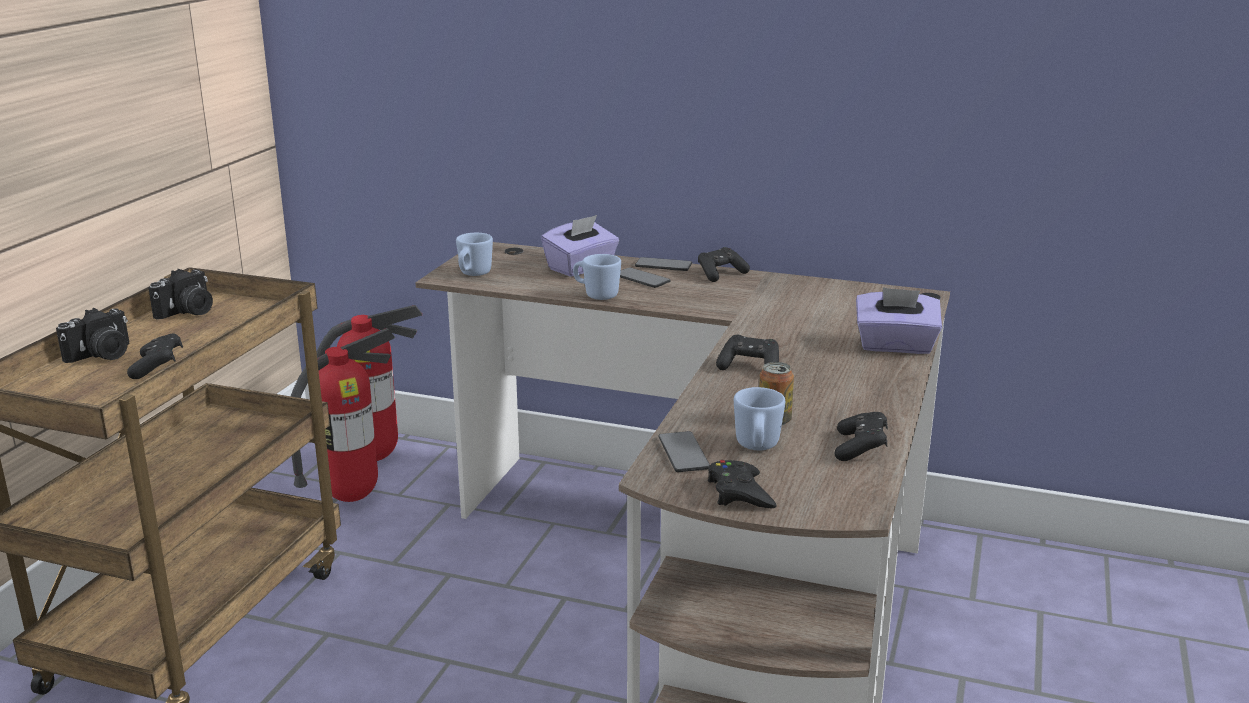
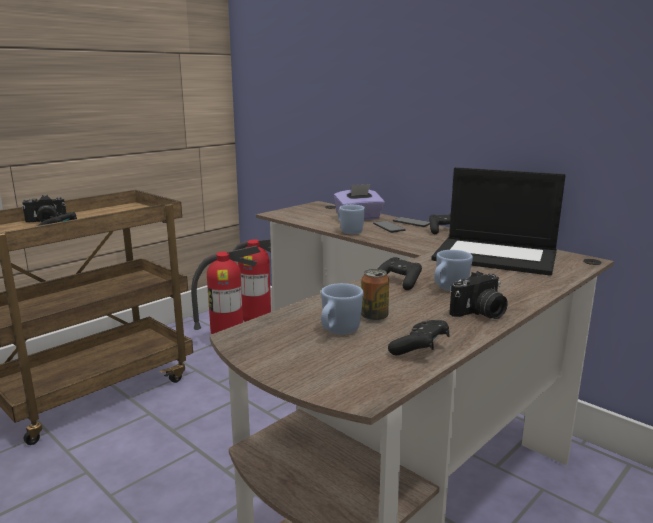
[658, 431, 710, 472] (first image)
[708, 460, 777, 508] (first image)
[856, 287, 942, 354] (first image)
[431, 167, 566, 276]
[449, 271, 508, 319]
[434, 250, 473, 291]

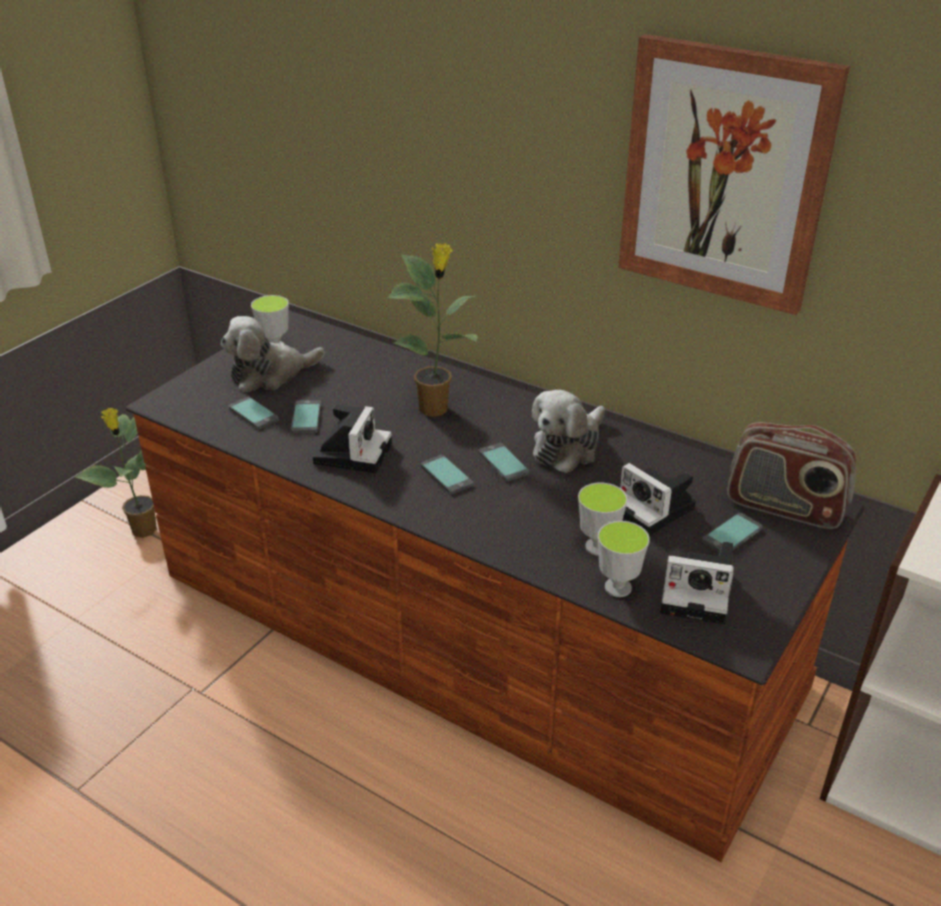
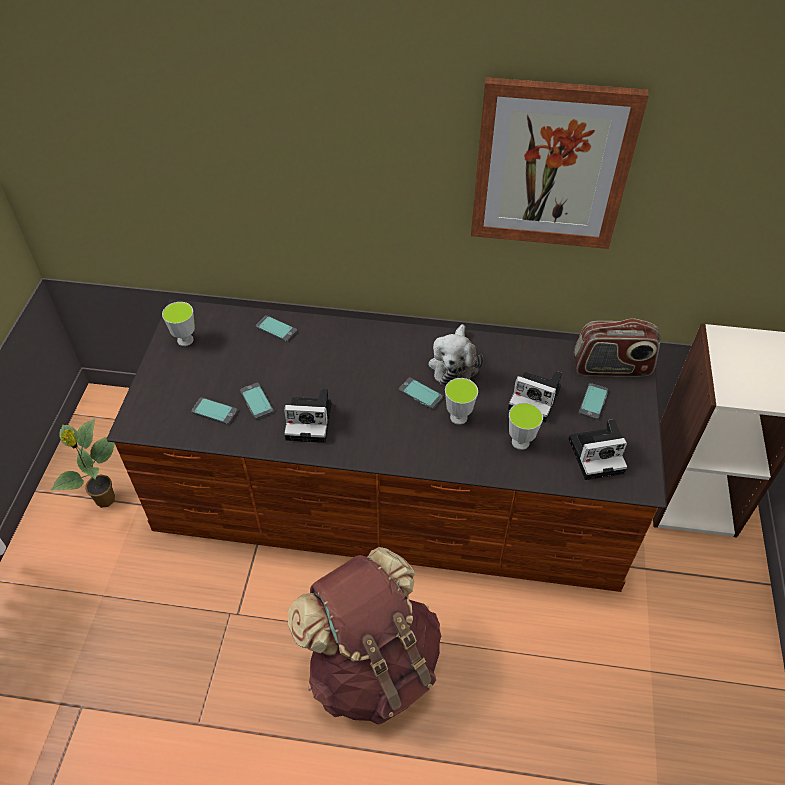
[221, 316, 325, 392] (first image)
[387, 243, 478, 417] (first image)
[288, 547, 441, 725]
[256, 315, 297, 342]
[445, 378, 478, 425]
[284, 389, 331, 443]

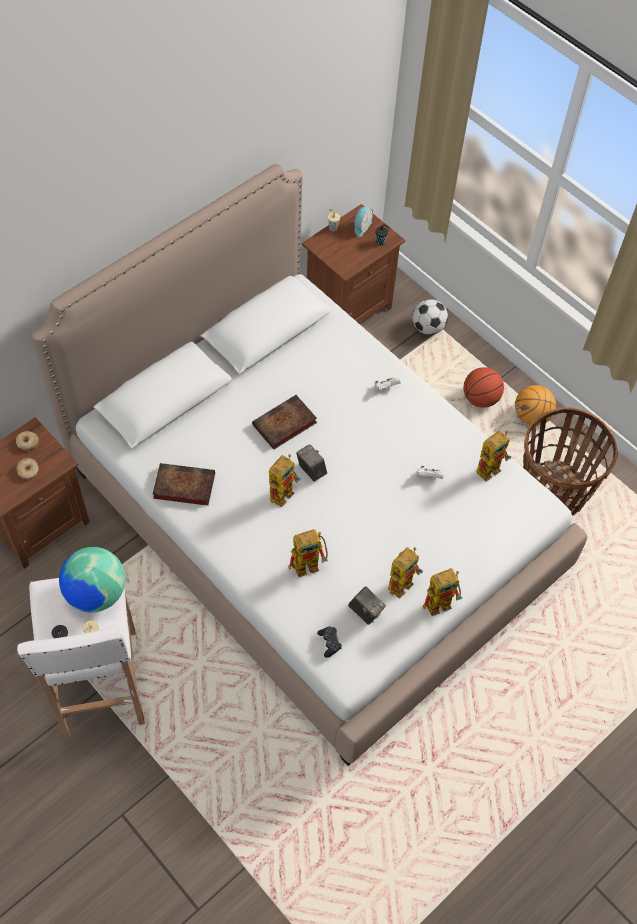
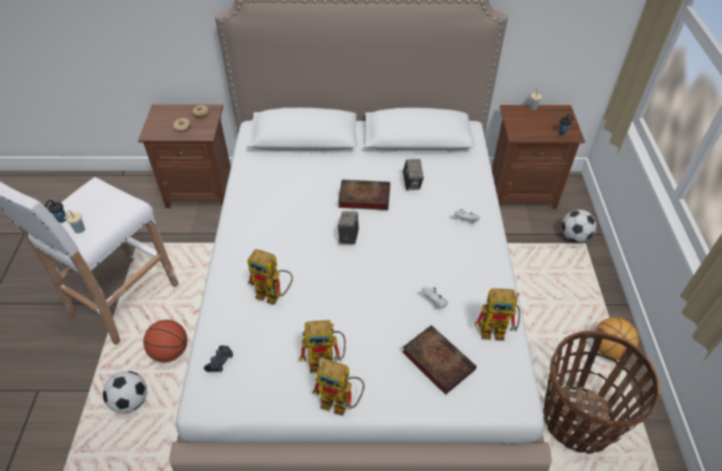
[59, 547, 125, 612] (first image)
[269, 454, 301, 507] (first image)
[354, 207, 373, 237] (first image)
[103, 371, 147, 413]
[402, 325, 476, 395]
[403, 159, 424, 190]
[143, 320, 187, 362]

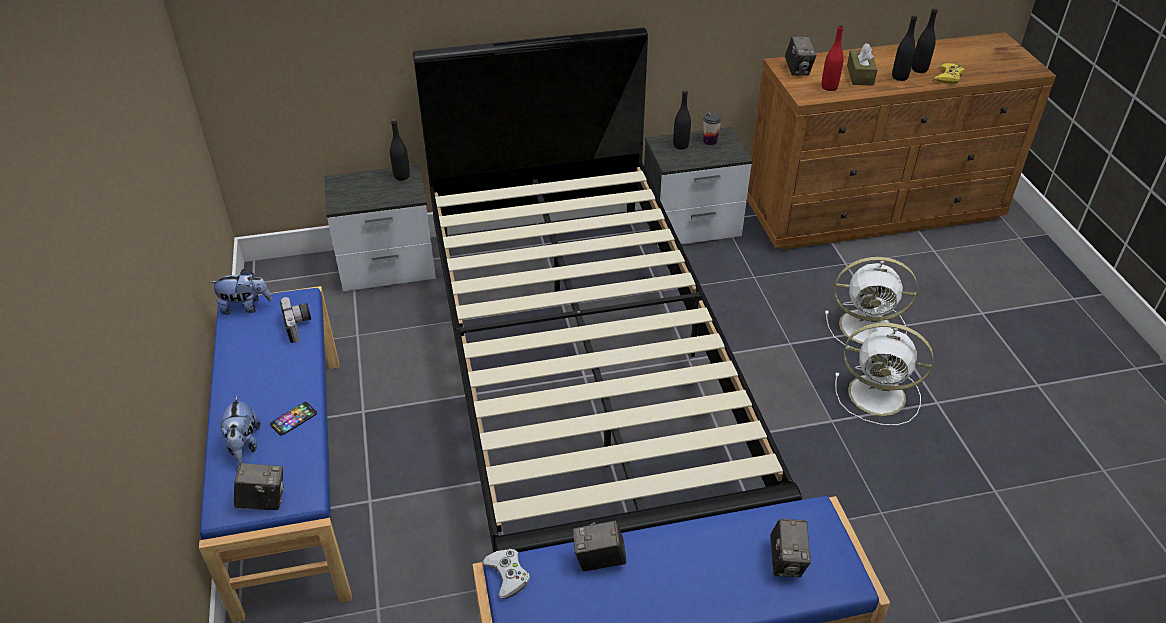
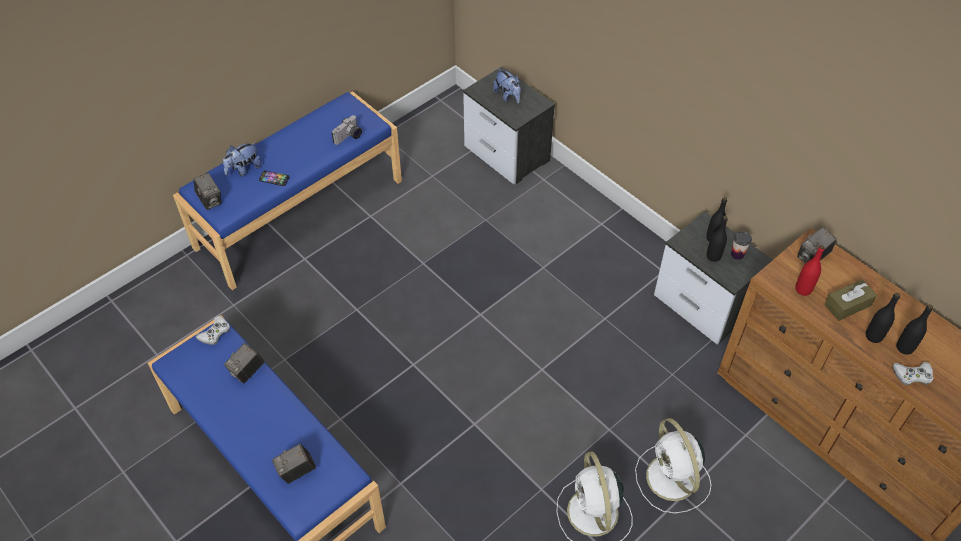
[413, 28, 802, 553] (first image)
[493, 68, 521, 104]
[707, 216, 728, 262]
[893, 362, 933, 385]
[224, 343, 265, 384]

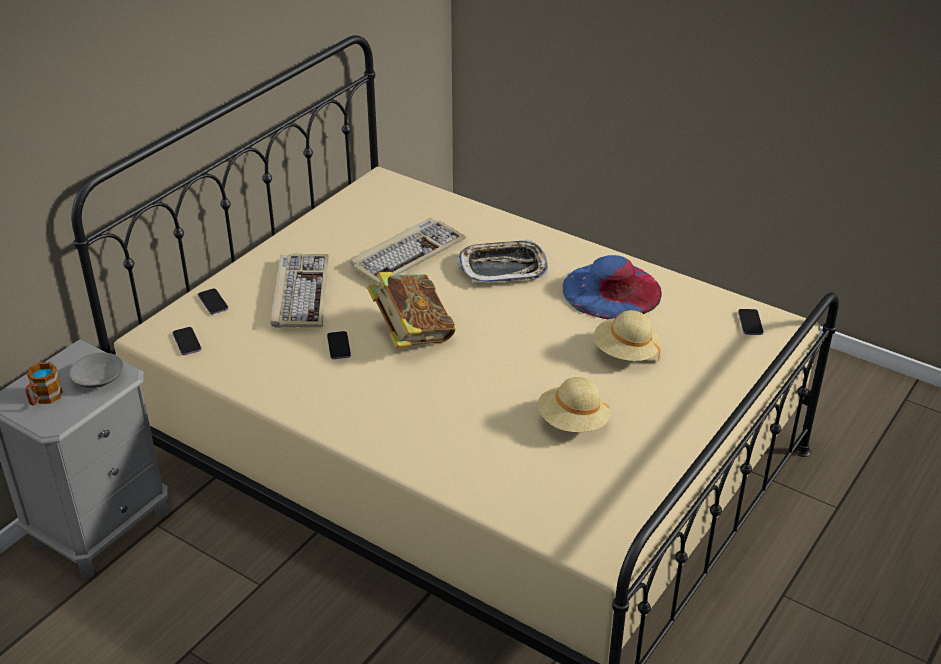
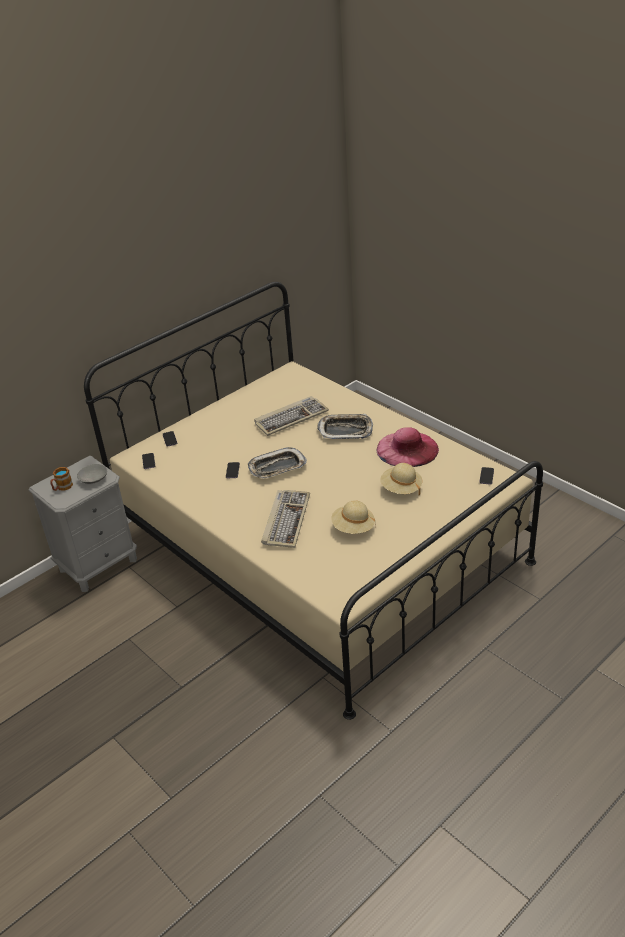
[261, 490, 310, 548]
[248, 447, 307, 479]
[377, 427, 439, 467]

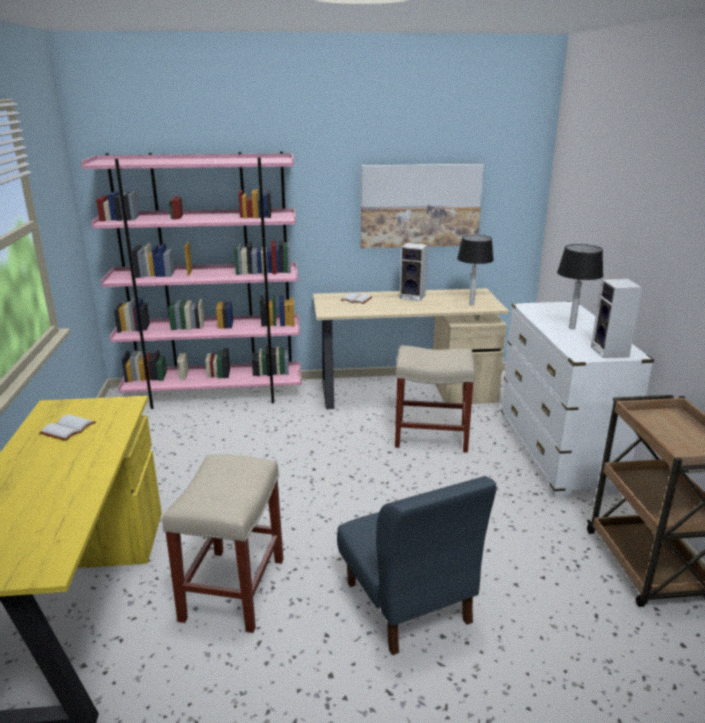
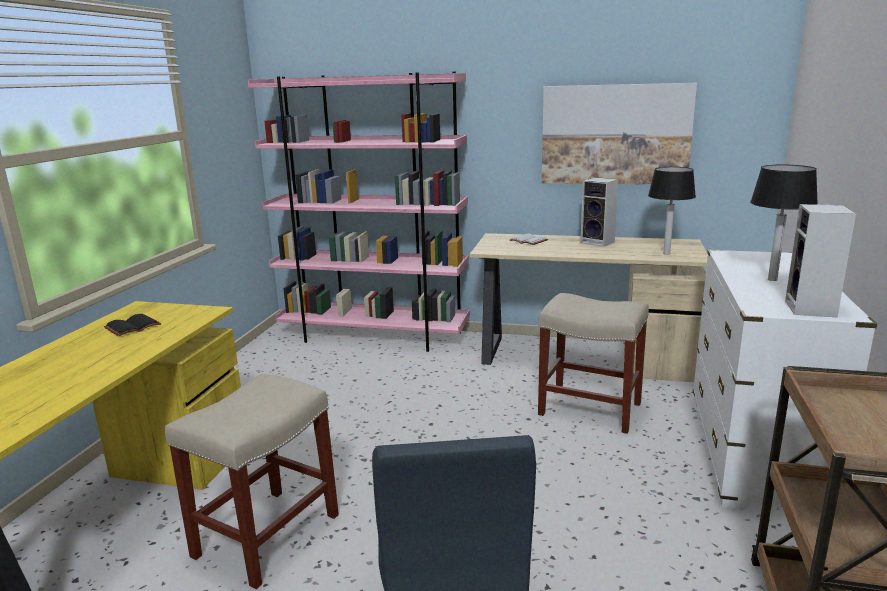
[104, 314, 161, 336]

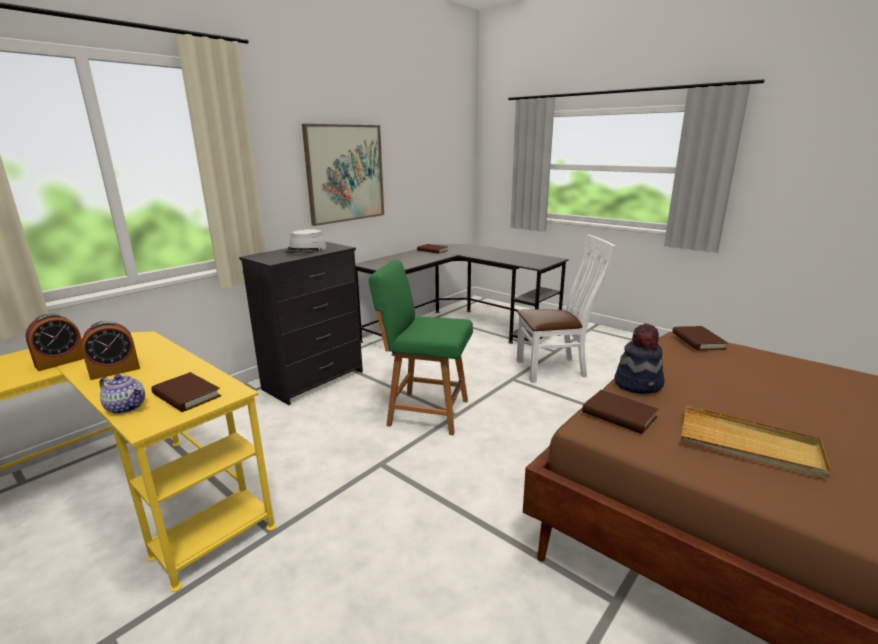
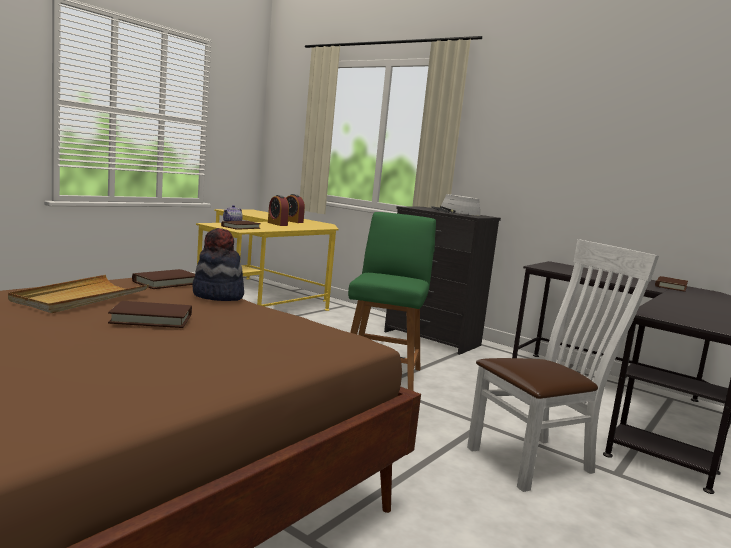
[302, 124, 384, 226] (first image)
[108, 301, 192, 328]
[467, 239, 659, 492]

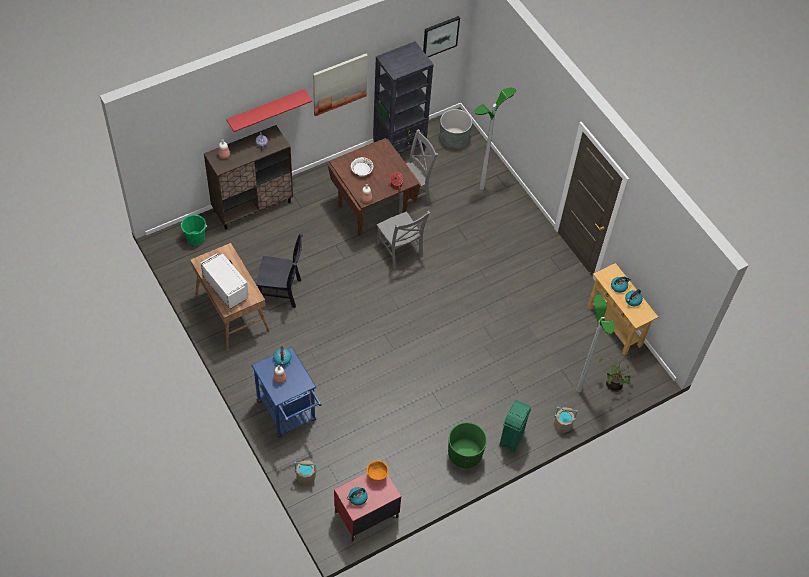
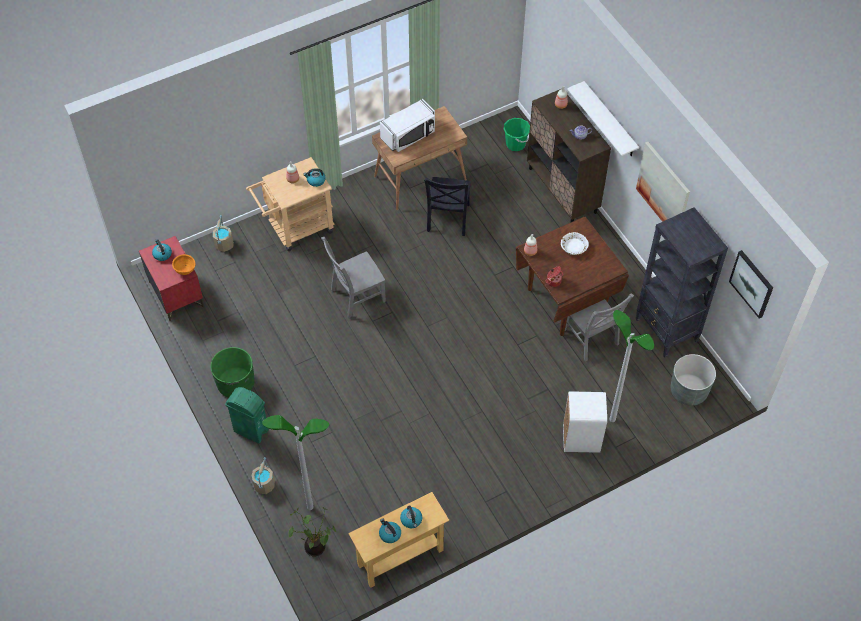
[563, 391, 607, 453]
[321, 237, 386, 319]
[567, 81, 639, 156]
[246, 157, 334, 251]

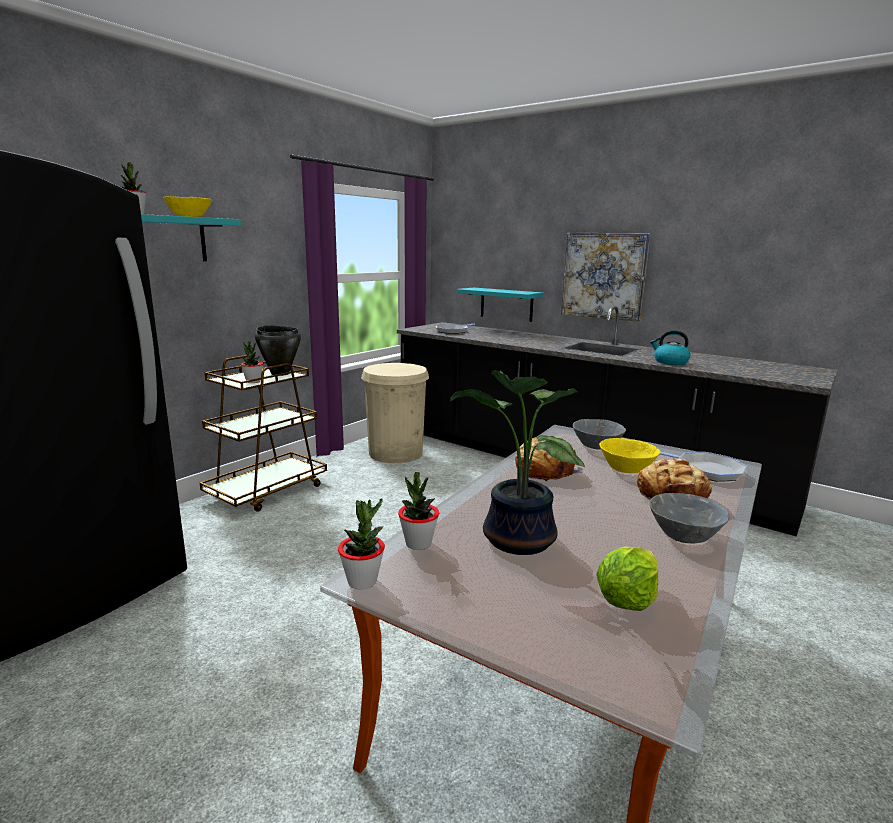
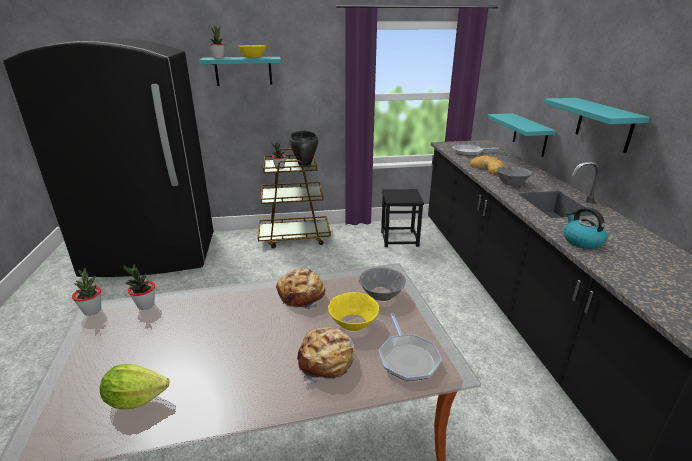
[451, 370, 585, 555] (first image)
[470, 156, 505, 174]
[496, 166, 532, 186]
[381, 189, 424, 247]
[543, 98, 650, 153]

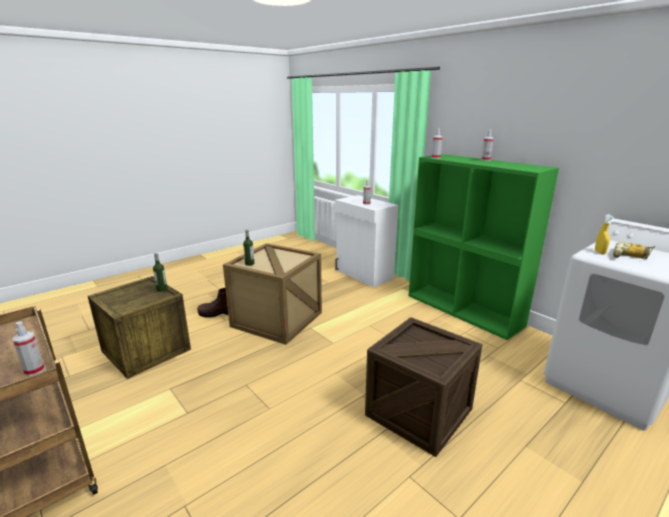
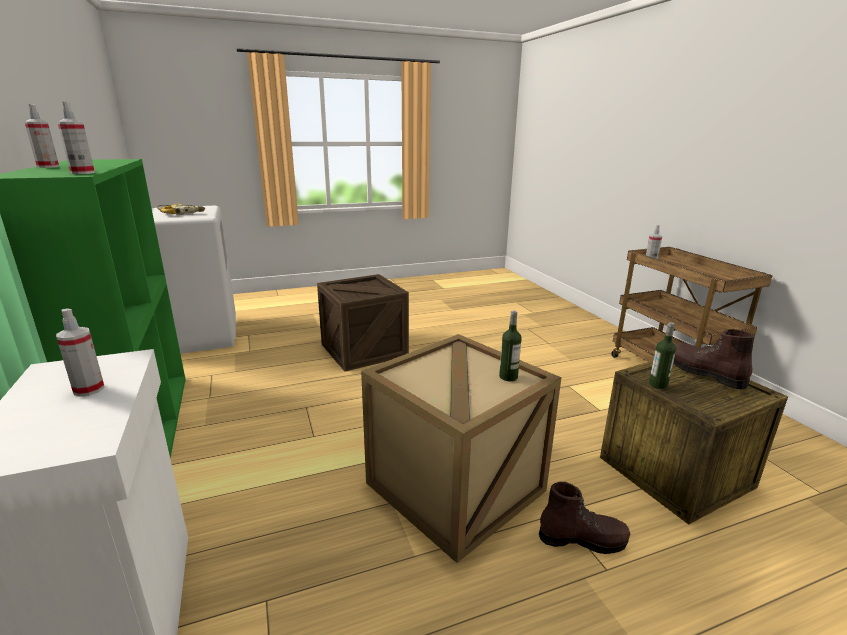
[595, 214, 614, 254] (first image)
[673, 329, 755, 389]

